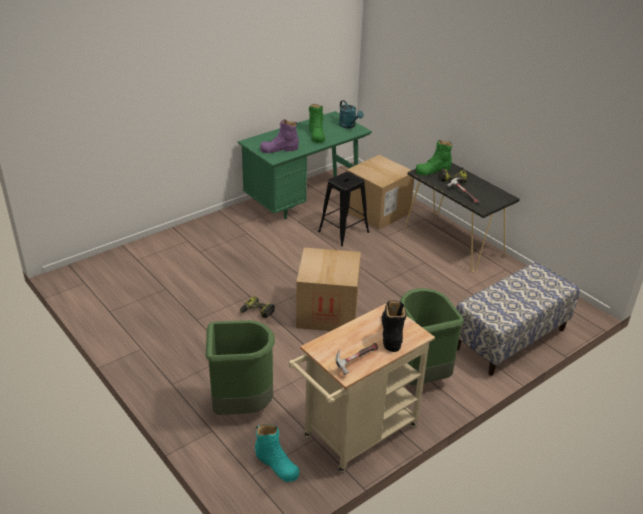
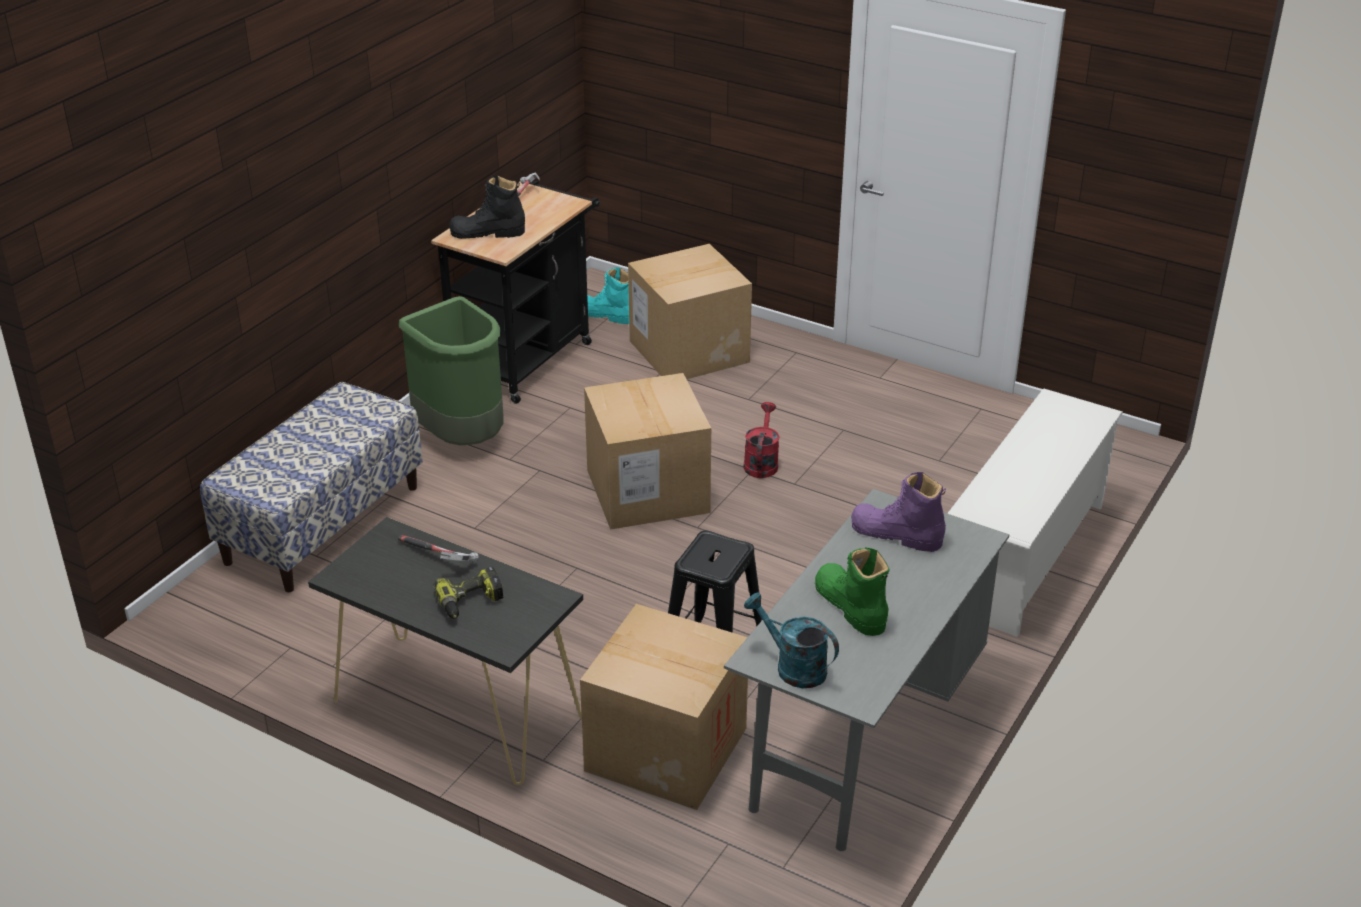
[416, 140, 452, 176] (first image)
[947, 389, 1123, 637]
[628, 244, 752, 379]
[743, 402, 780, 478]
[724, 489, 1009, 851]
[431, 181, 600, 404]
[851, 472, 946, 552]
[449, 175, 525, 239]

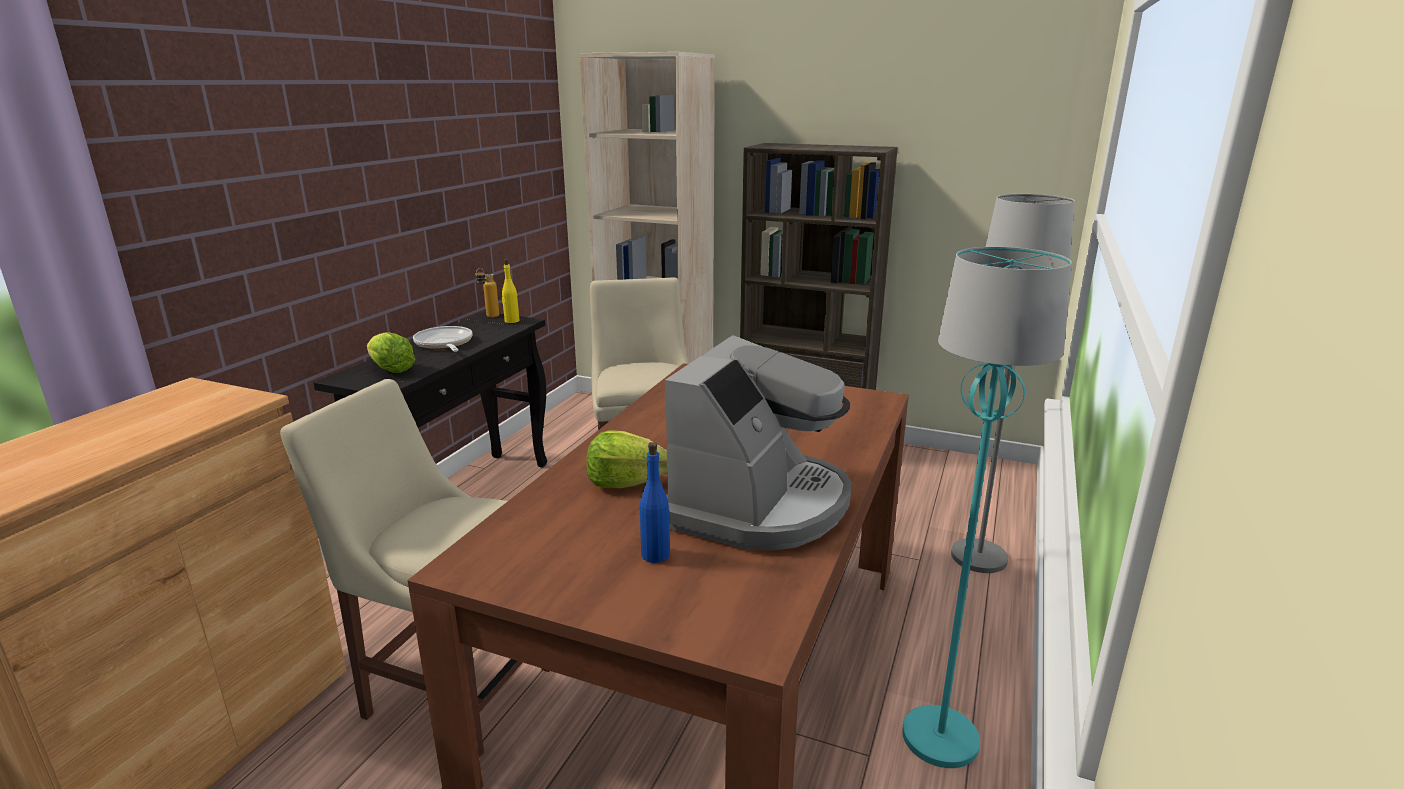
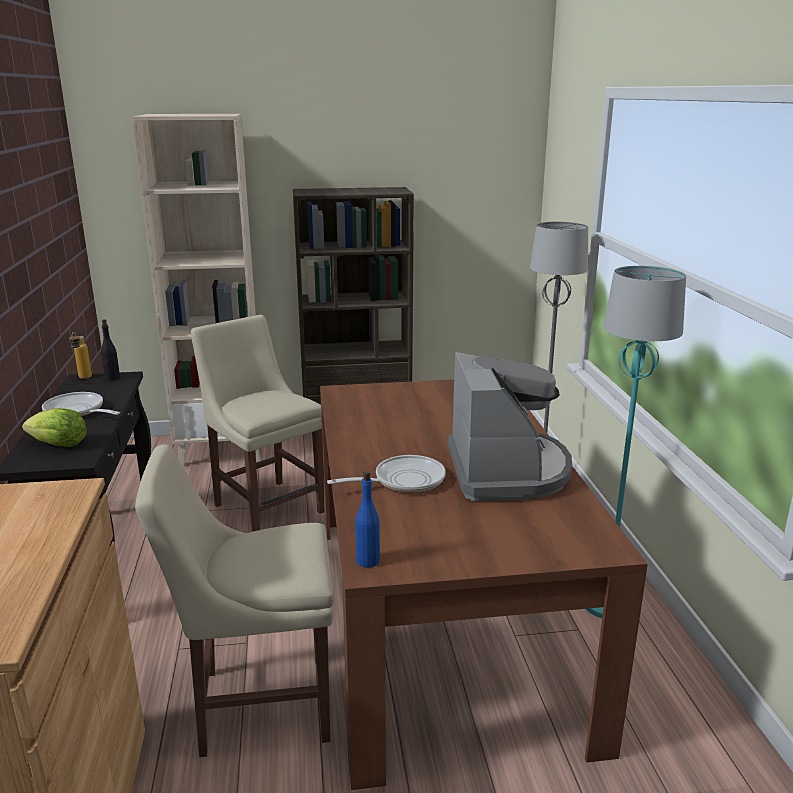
[355, 471, 380, 568]
[327, 455, 446, 493]
[101, 319, 120, 381]

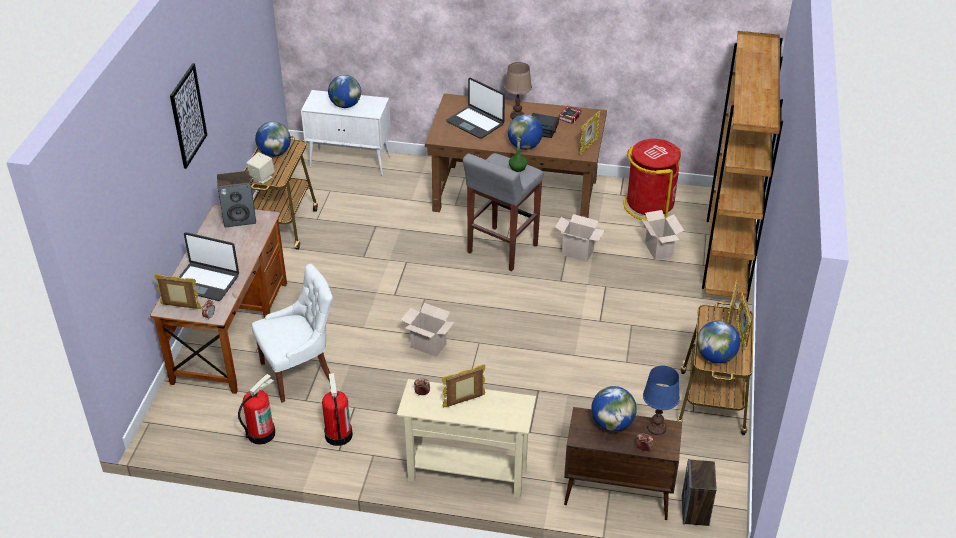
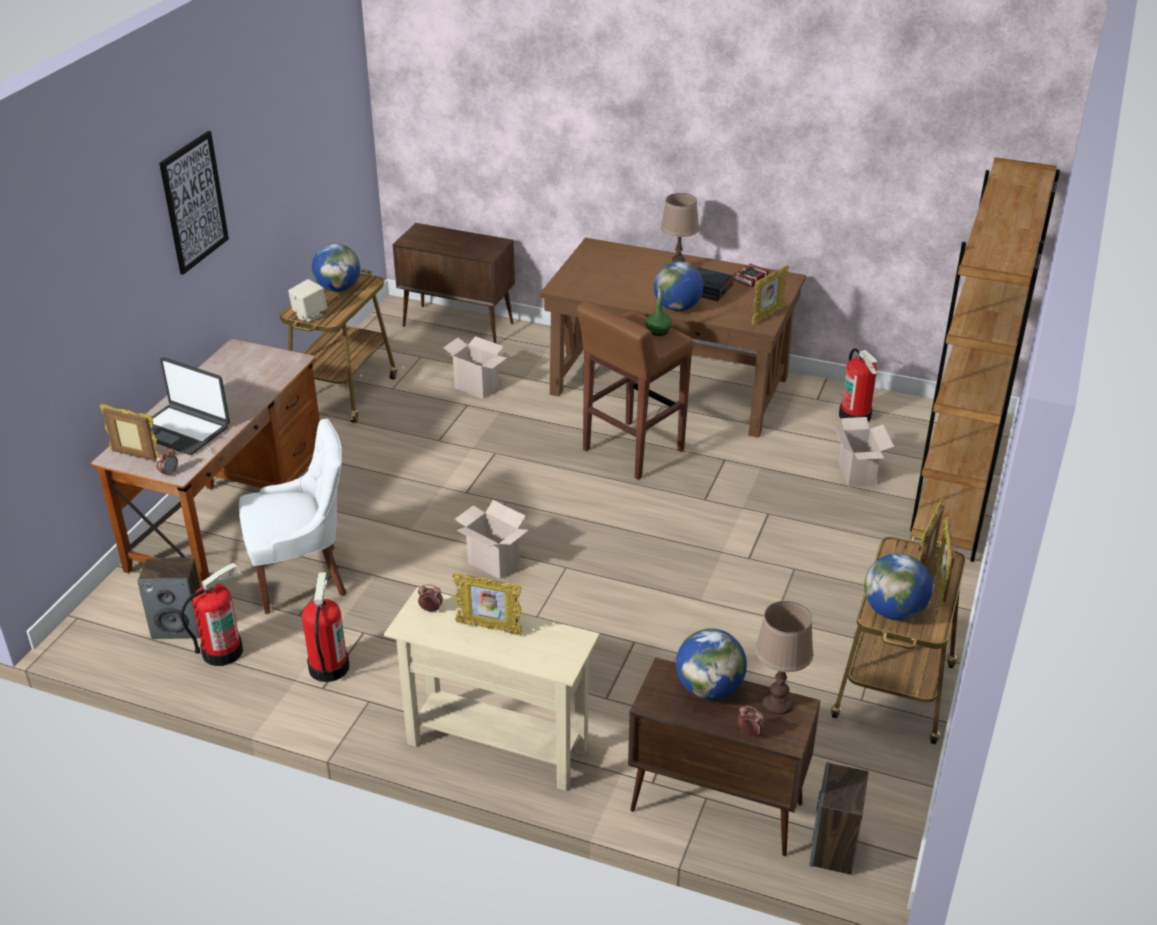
[328, 75, 361, 108] (first image)
[446, 78, 505, 139] (first image)
[137, 558, 201, 639]
[443, 336, 507, 399]
[839, 348, 878, 422]
[393, 223, 515, 344]
[577, 301, 694, 480]
[755, 601, 813, 715]
[452, 573, 523, 635]

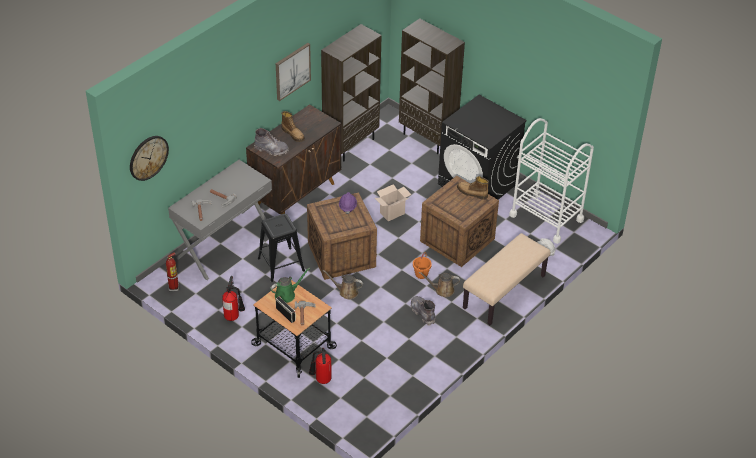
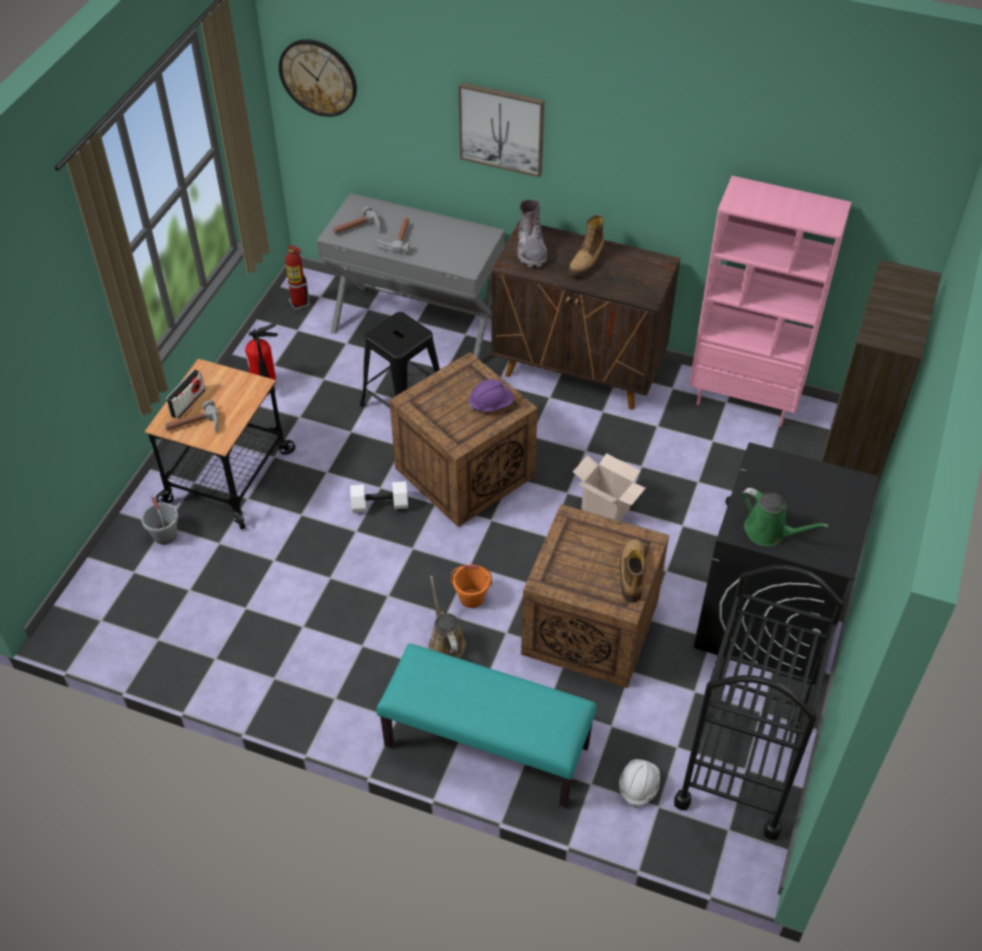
[411, 296, 435, 325] (first image)
[741, 488, 829, 546]
[458, 82, 544, 177]
[141, 495, 178, 544]
[350, 481, 408, 512]
[689, 176, 851, 427]
[377, 644, 597, 807]
[674, 565, 844, 840]

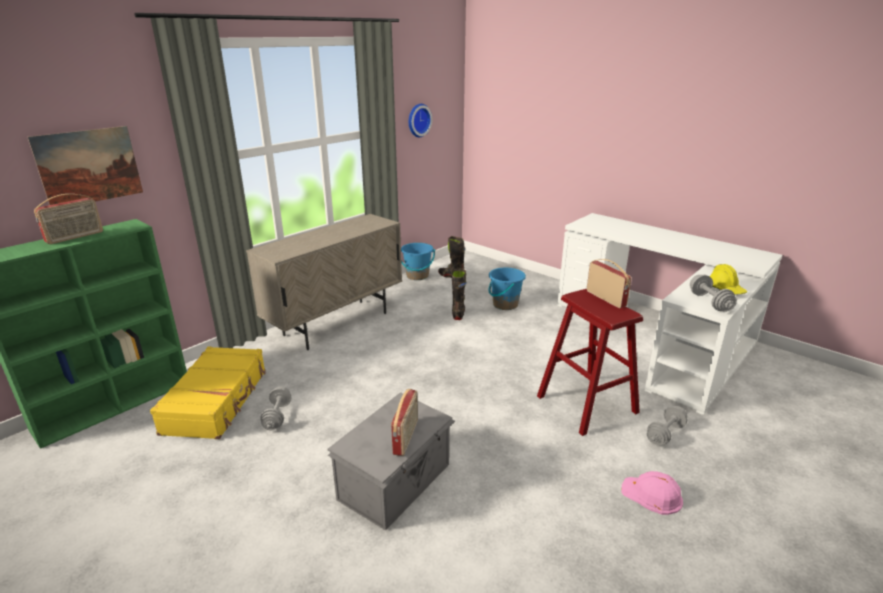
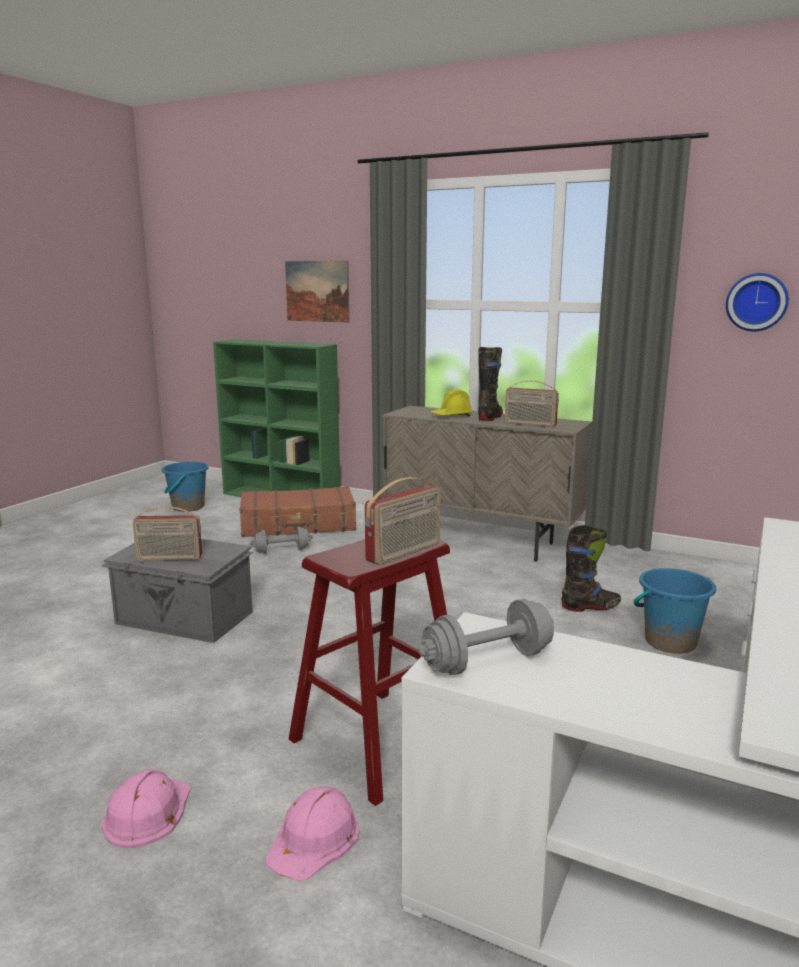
[505, 381, 559, 427]
[162, 462, 209, 512]
[478, 347, 503, 421]
[431, 390, 474, 416]
[266, 786, 360, 881]
[240, 486, 356, 537]

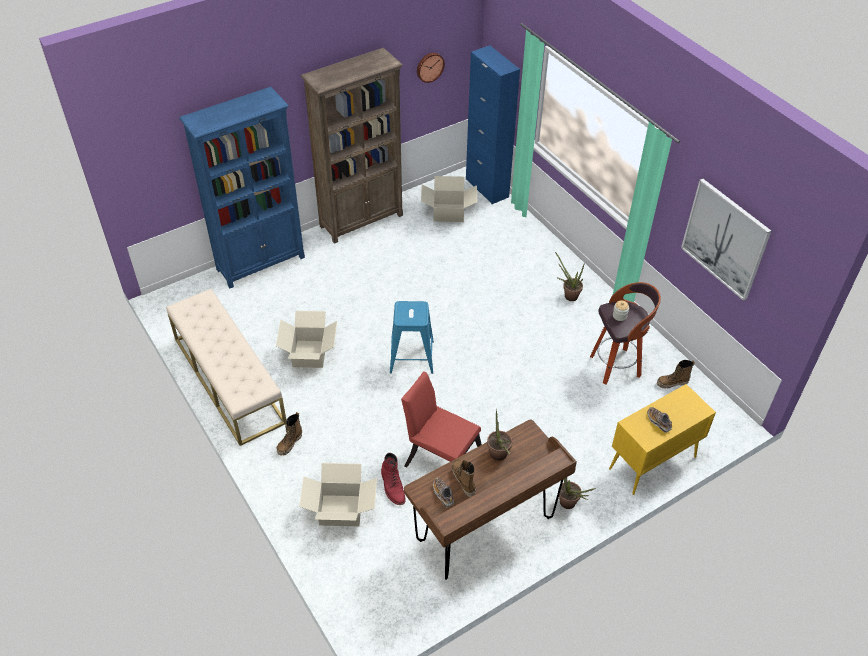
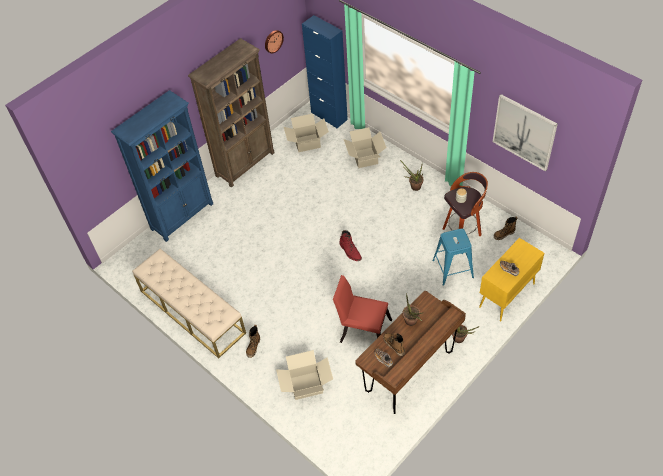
[344, 127, 387, 168]
[339, 230, 362, 261]
[432, 229, 474, 286]

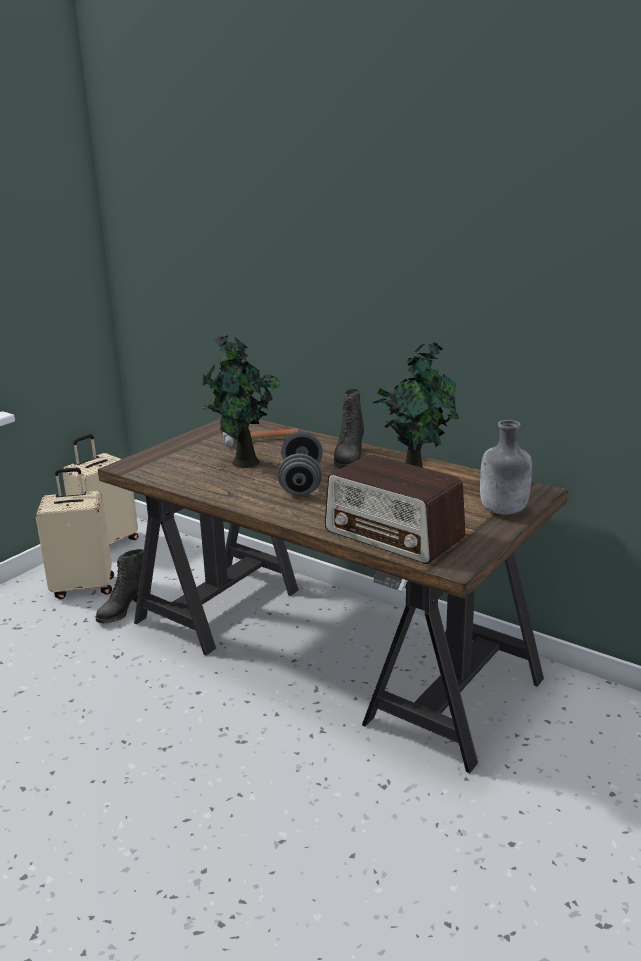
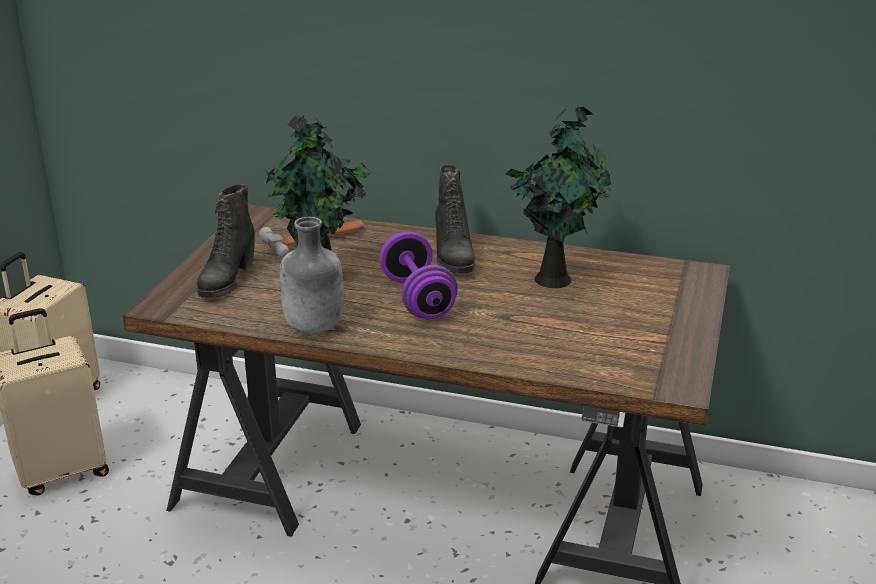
[325, 454, 466, 564] (first image)
[197, 184, 255, 298]
[280, 217, 344, 333]
[379, 232, 458, 319]

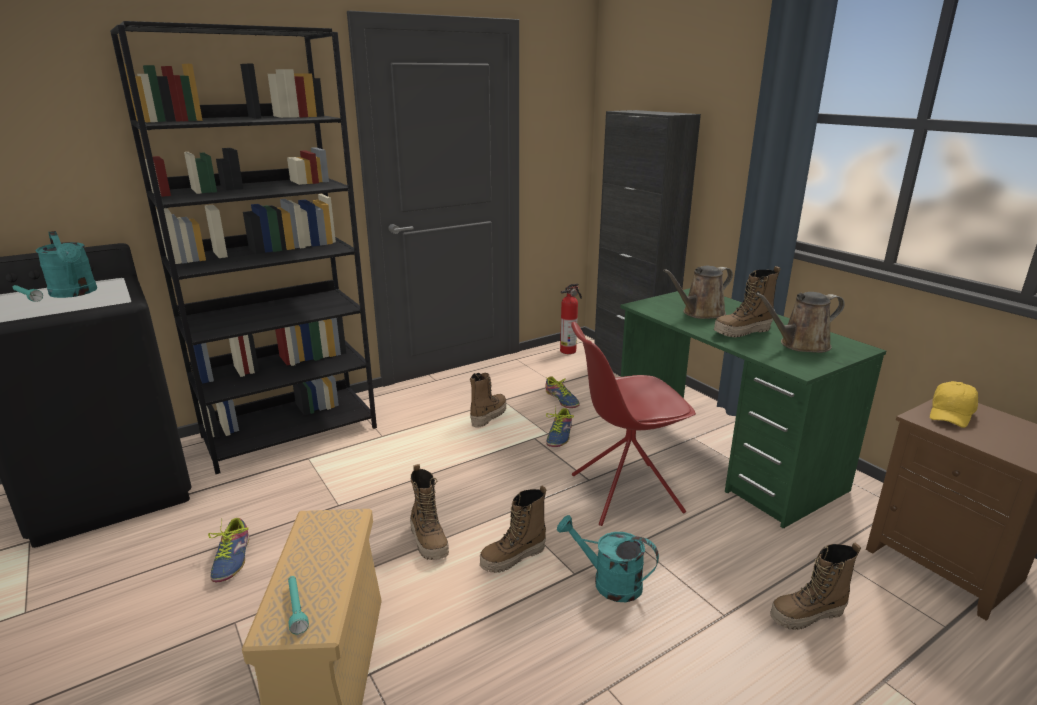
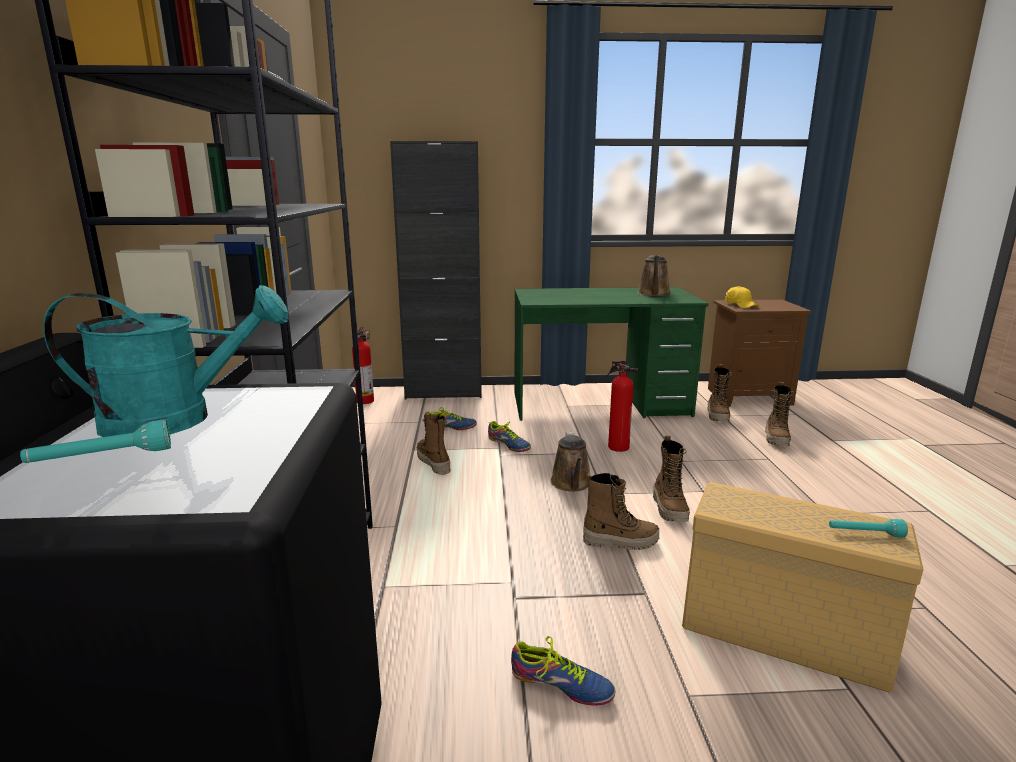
[557, 515, 659, 602] (first image)
[550, 431, 590, 491]
[707, 364, 732, 422]
[605, 360, 638, 452]

